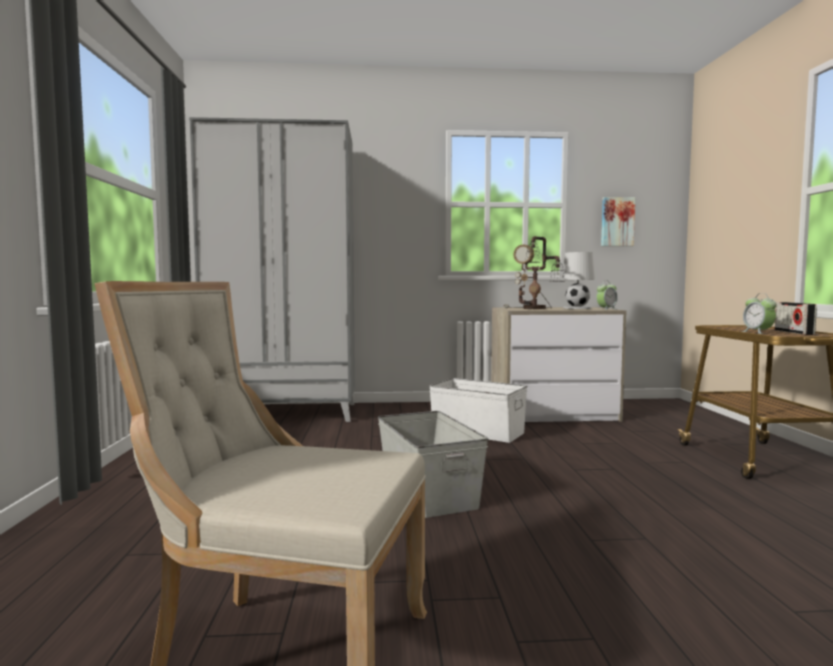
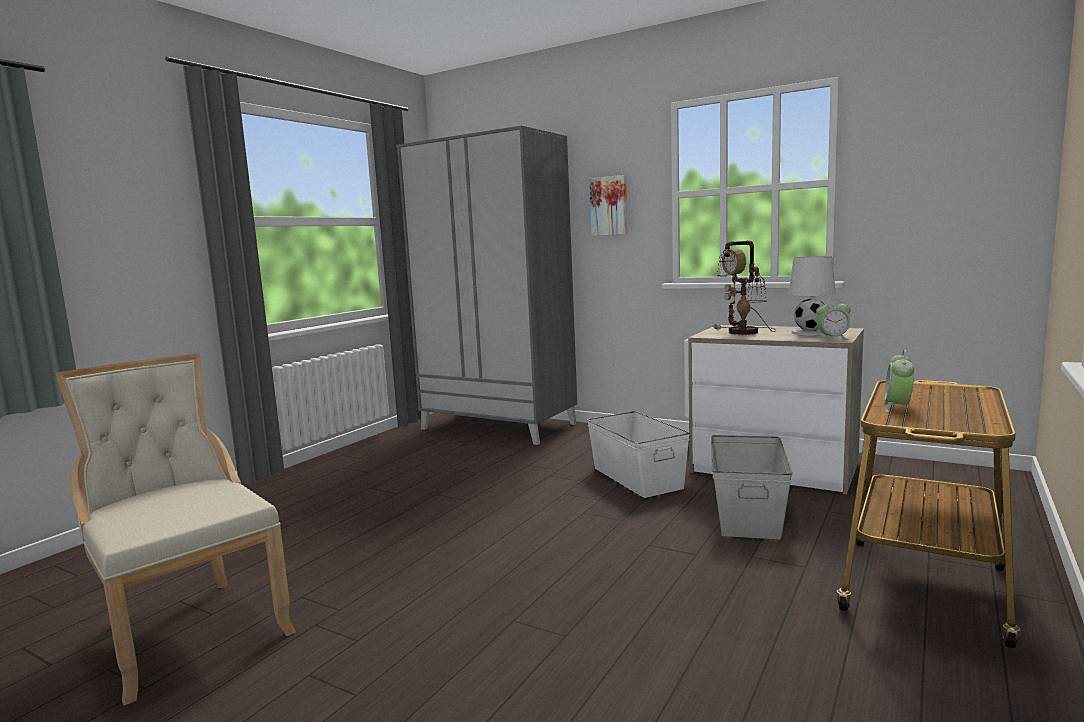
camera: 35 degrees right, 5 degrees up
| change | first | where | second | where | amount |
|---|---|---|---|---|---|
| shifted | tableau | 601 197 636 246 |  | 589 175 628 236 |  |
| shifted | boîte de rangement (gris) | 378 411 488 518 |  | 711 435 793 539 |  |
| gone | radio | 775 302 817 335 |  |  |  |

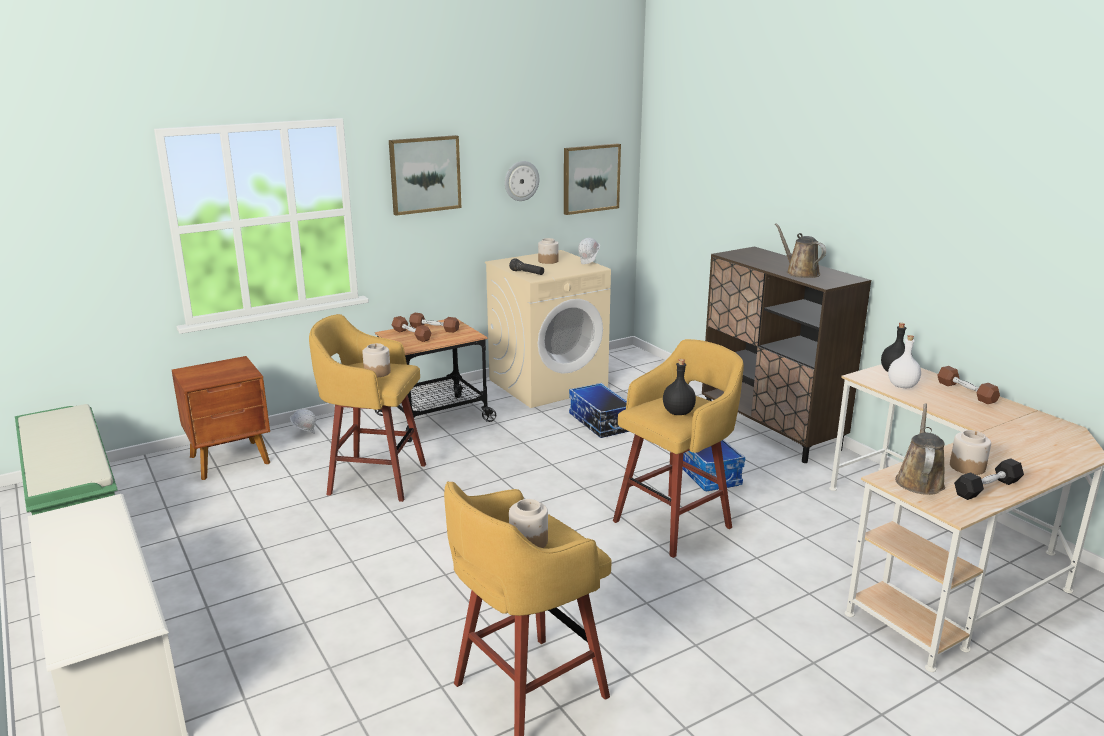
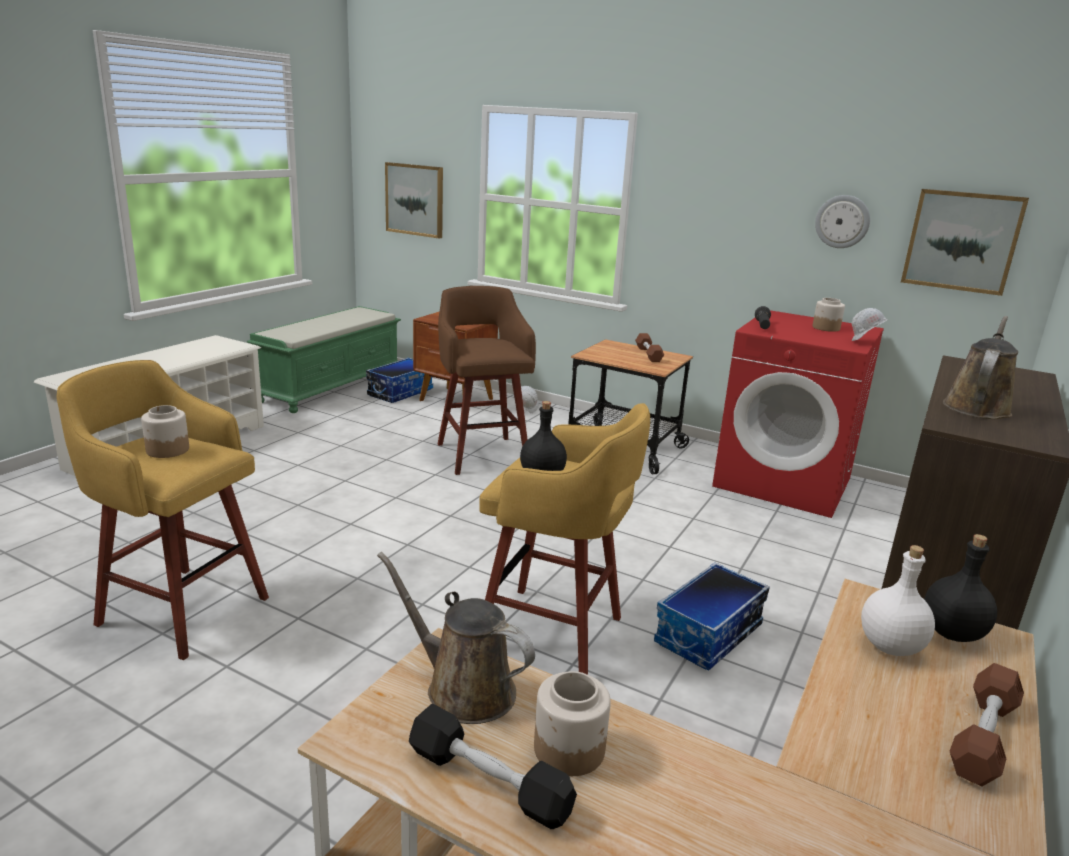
camera: 60 degrees right, 0 degrees up
| change | first | where | second | where | amount |
|---|---|---|---|---|---|
| shifted | boîte de rangement | 569 383 629 438 |  | 366 358 433 403 |  |
| rotated | arrosoir (marron) | 895 403 945 495 |  | 377 552 535 724 | 135 degrees counterclockwise |
| shifted | tableau | 389 135 461 216 |  | 385 162 443 238 |  |
| repainted | tabouret (jaune) | 309 314 426 502 | tabouret (marron) | 438 286 536 475 |  |
| repainted | lave-linge (beige) | 485 250 611 408 | lave-linge (rouge) | 712 310 884 518 |  |
| gone | bocal | 362 343 391 377 |  |  |  |
| gone | haltère (marron) | 392 316 431 342 |  |  |  |

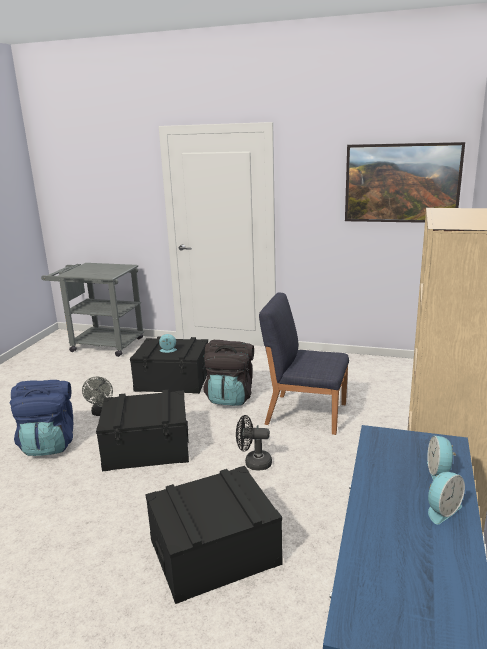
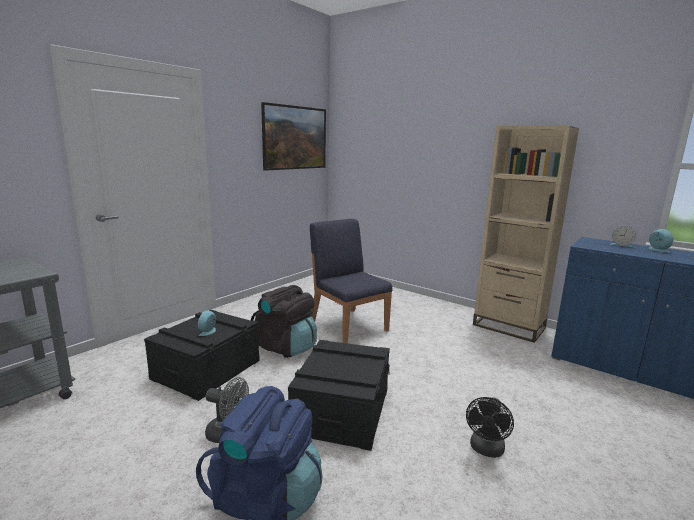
camera: 70 degrees left, 5 degrees down
| change | first | where | second | where | amount |
|---|---|---|---|---|---|
| rotated | chaise (bleu) | 259 292 349 435 |  | 310 219 392 343 | 105 degrees clockwise |
| shifted | ventilateur (noir) | 236 415 272 470 |  | 466 397 514 458 |  |
| gone | boîte de rangement (noir) | 145 466 283 604 |  |  |  |

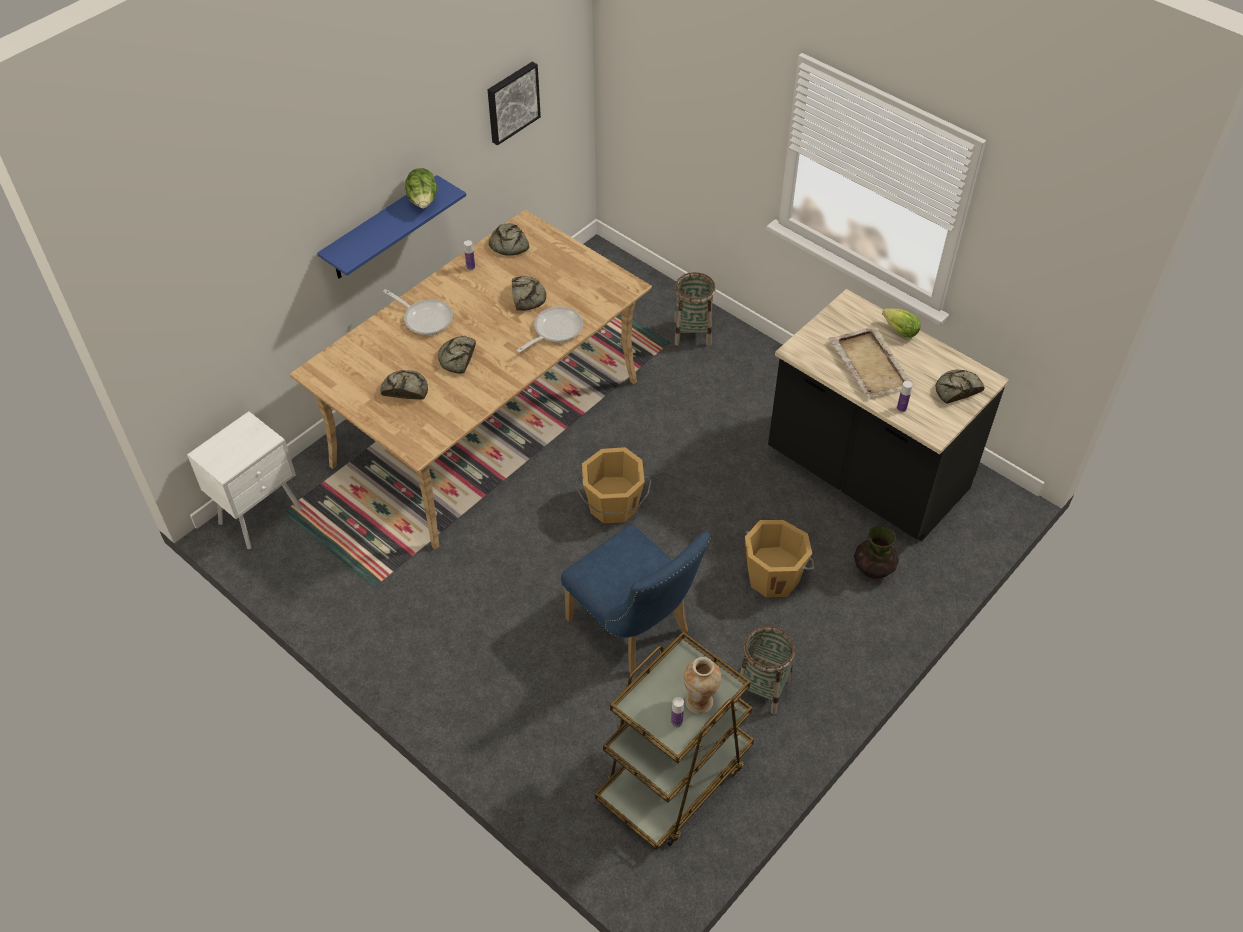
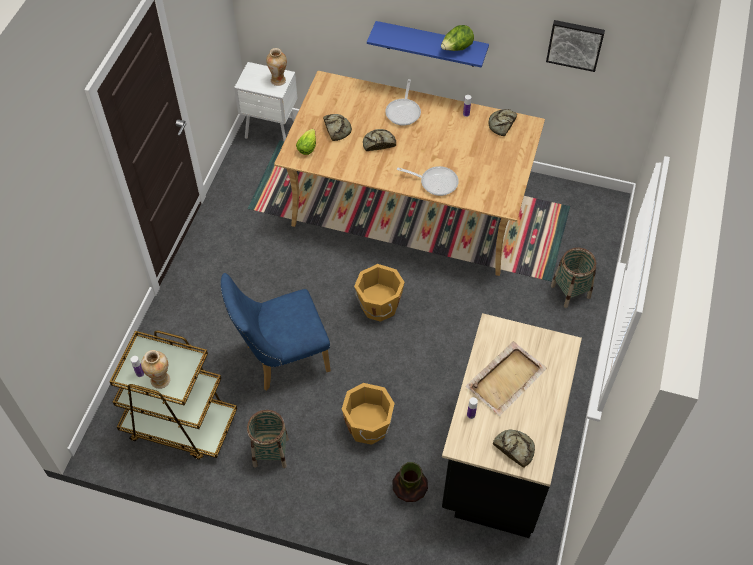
camera: 65 degrees right, 5 degrees up
| change | first | where | second | where | amount |
|---|---|---|---|---|---|
| rotated | chaise (bleu) | 561 525 710 675 |  | 221 273 331 391 | 45 degrees clockwise |
| new |  |  | vase | 266 48 287 86 |  |
| shifted | laitue | 882 308 921 338 |  | 296 129 316 155 |  |
| gone | pain | 512 276 546 311 |  |  |  |

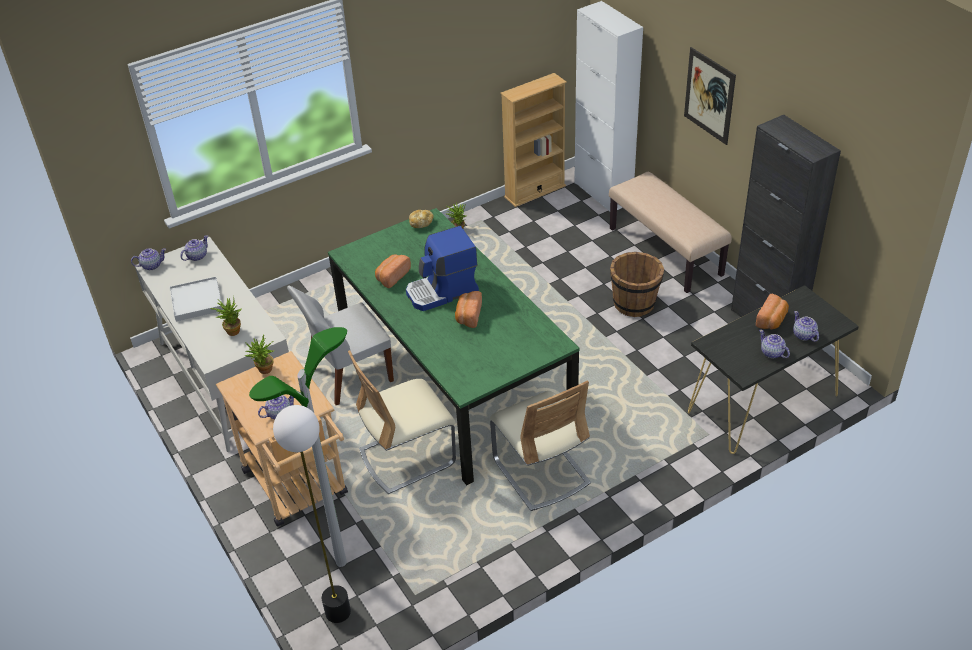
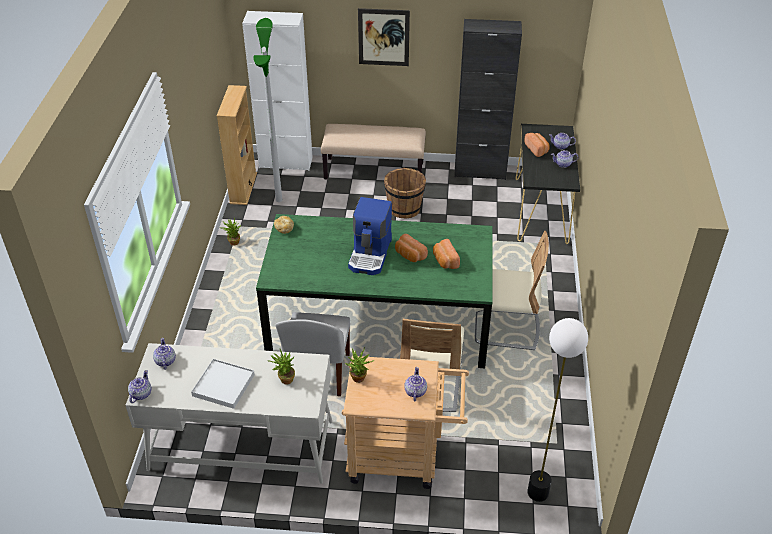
camera: 55 degrees left, 0 degrees up
| change | first | where | second | where | amount |
|---|---|---|---|---|---|
| shifted | lampadaire | 249 327 347 567 |  | 253 18 282 202 |  |
| shifted | pain | 375 255 411 288 |  | 433 239 460 269 |  |

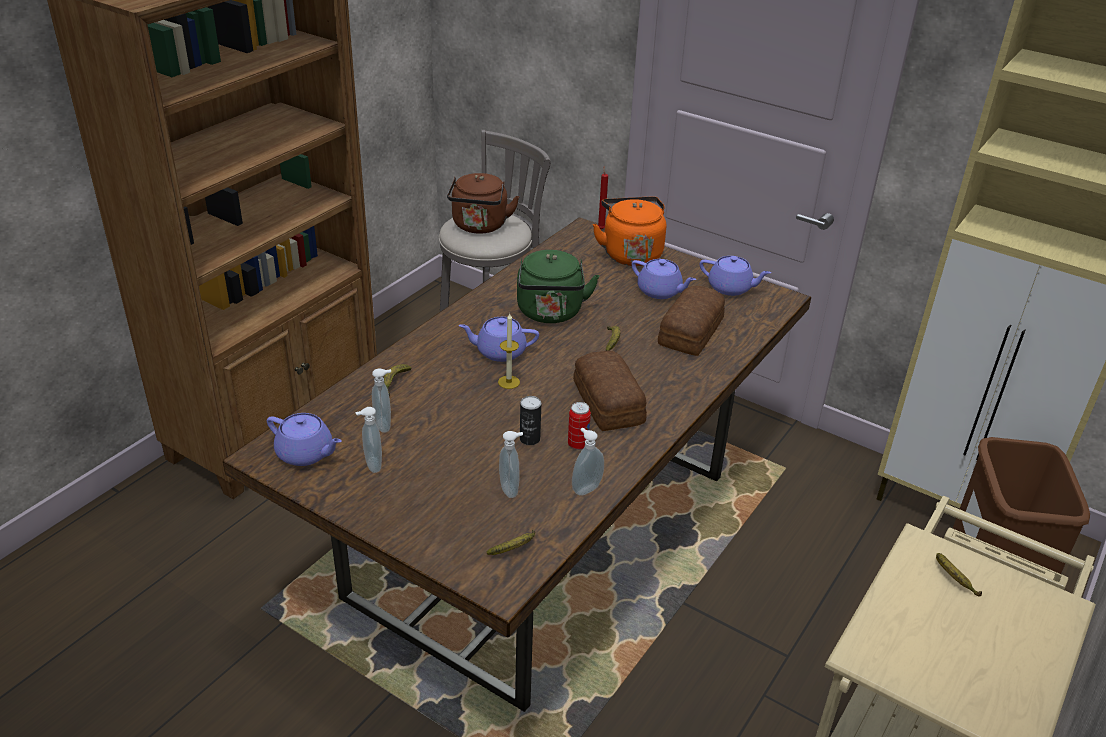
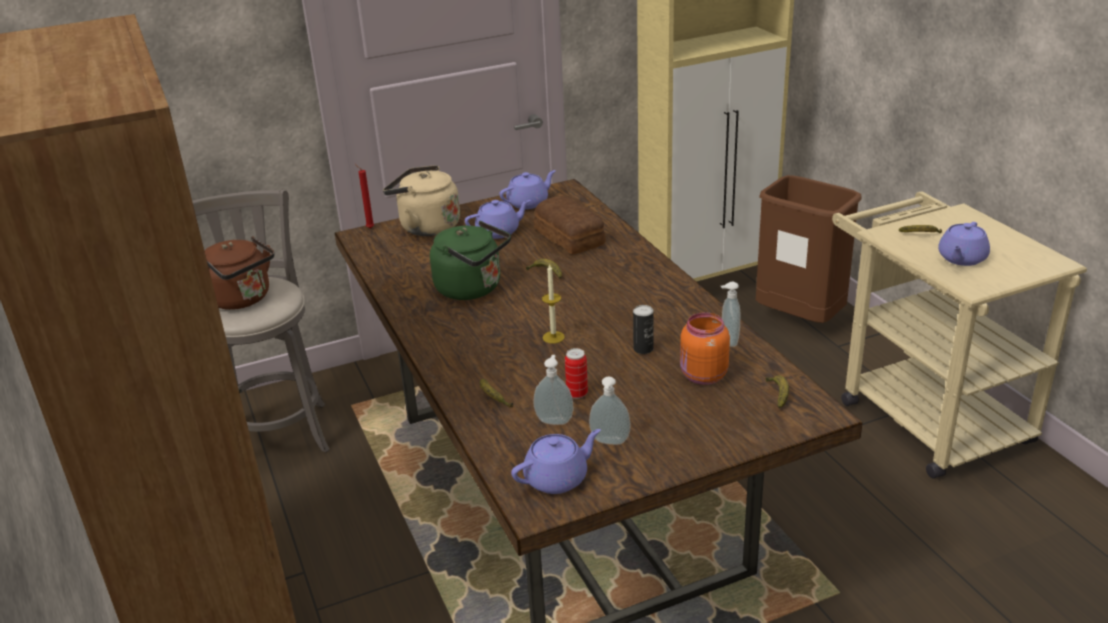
camera: 55 degrees left, 5 degrees down
| change | first | where | second | where | amount |
|---|---|---|---|---|---|
| repainted | bouilloire (orange) | 593 197 666 266 | bouilloire (beige) | 383 165 460 236 |  |
| shifted | boîte métallique | 568 402 591 450 |  | 565 348 588 399 |  |
| swapped | distributeur de savon | 499 431 523 498 | bocal (orange) | 680 312 730 385 |  |
| shifted | théière (violet) | 458 317 539 362 |  | 938 222 990 266 |  |
| gone | pain | 573 351 647 431 |  |  |  |

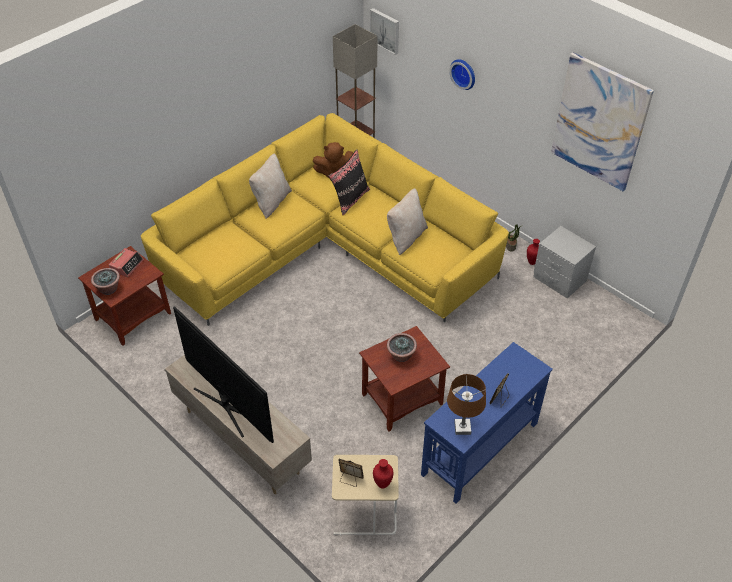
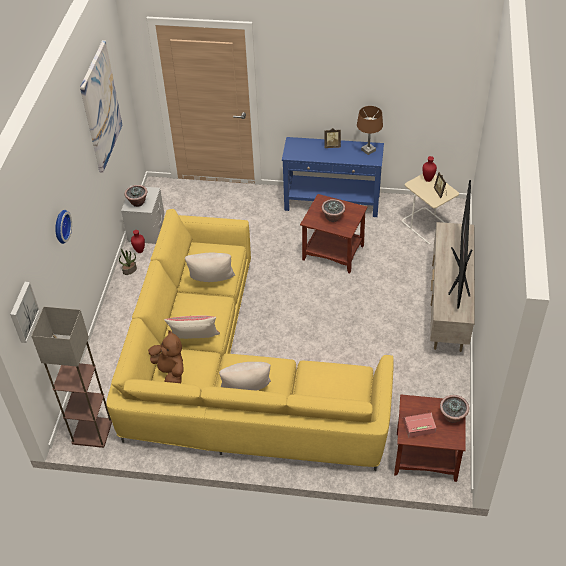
camera: 125 degrees left, 0 degrees up
| change | first | where | second | where | amount |
|---|---|---|---|---|---|
| new |  |  | plante en pot | 125 185 147 207 |  |
| repainted | coussin (noir) | 328 150 370 216 | coussin (beige) | 164 315 220 339 |  |

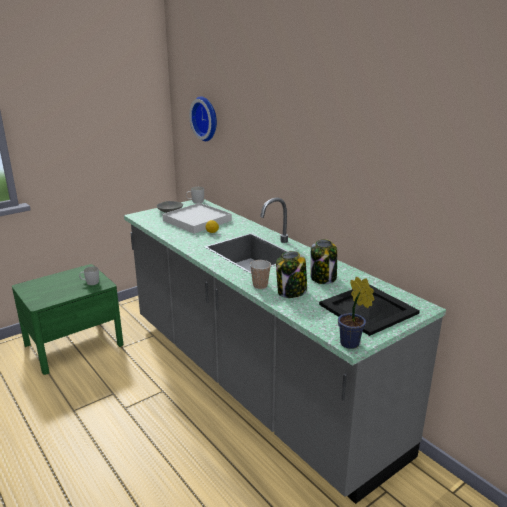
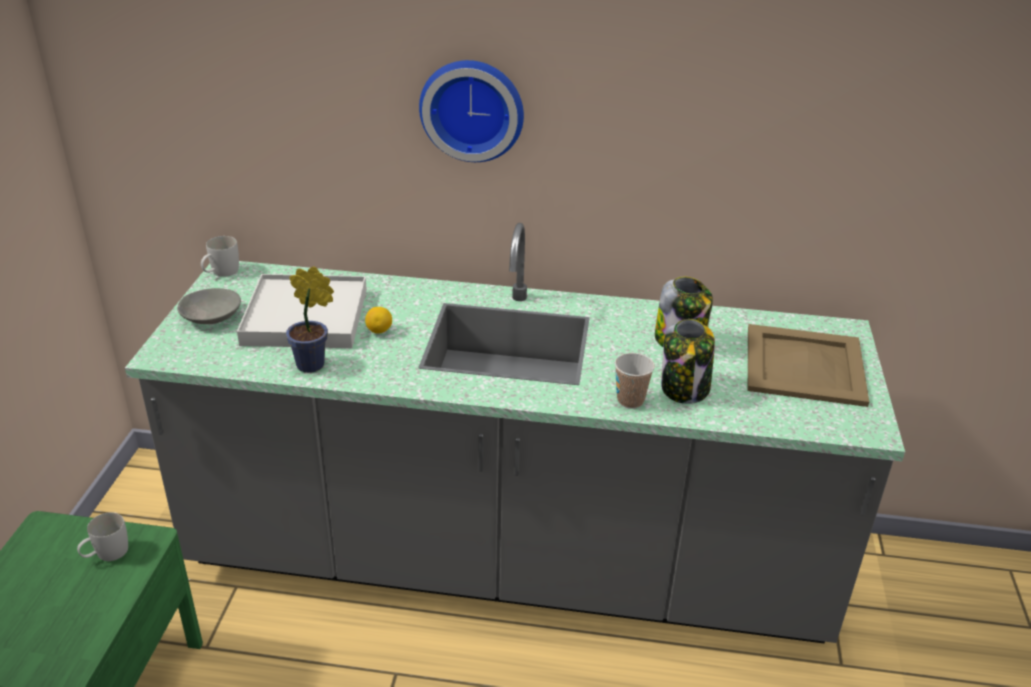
camera: 45 degrees left, 10 degrees up
| change | first | where | second | where | amount |
|---|---|---|---|---|---|
| shifted | plante en pot | 338 277 375 349 |  | 286 266 334 373 |  |
| shifted | horloge murale | 189 96 217 141 |  | 419 60 524 162 |  |
| repainted | plateau (noir) | 319 285 420 336 | plateau (beige) | 748 324 869 407 |  |

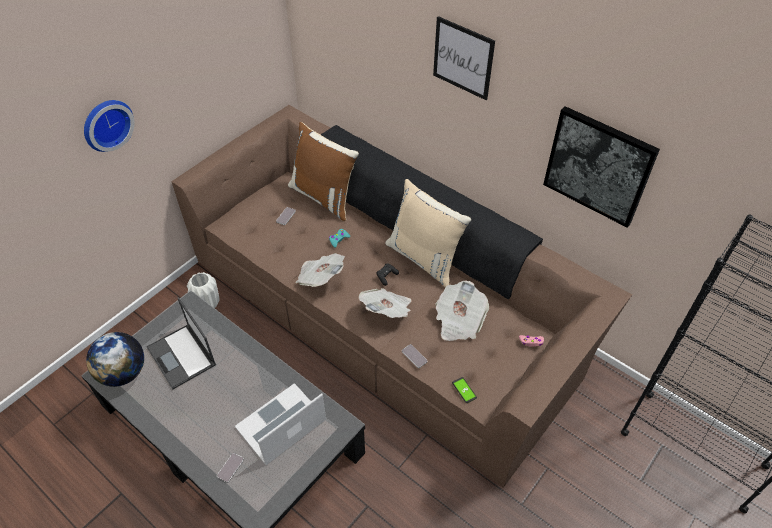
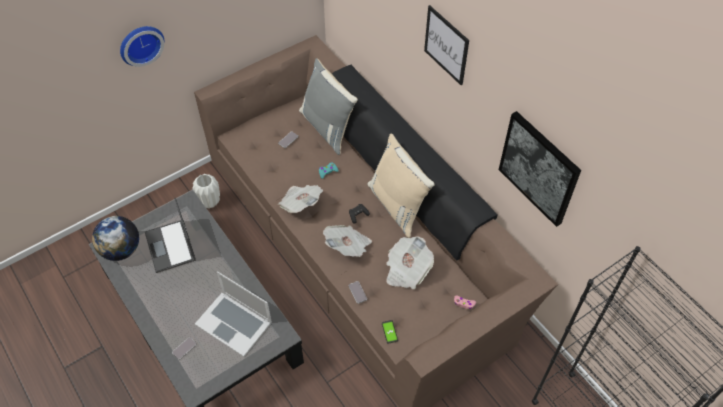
camera: 15 degrees right, 5 degrees up
| change | first | where | second | where | amount |
|---|---|---|---|---|---|
| rotated | ordinateur portable | 235 383 326 465 |  | 195 271 272 357 | 120 degrees counterclockwise |
| repainted | coussin (marron) | 288 122 359 221 | coussin (gris) | 299 58 358 155 |  |

